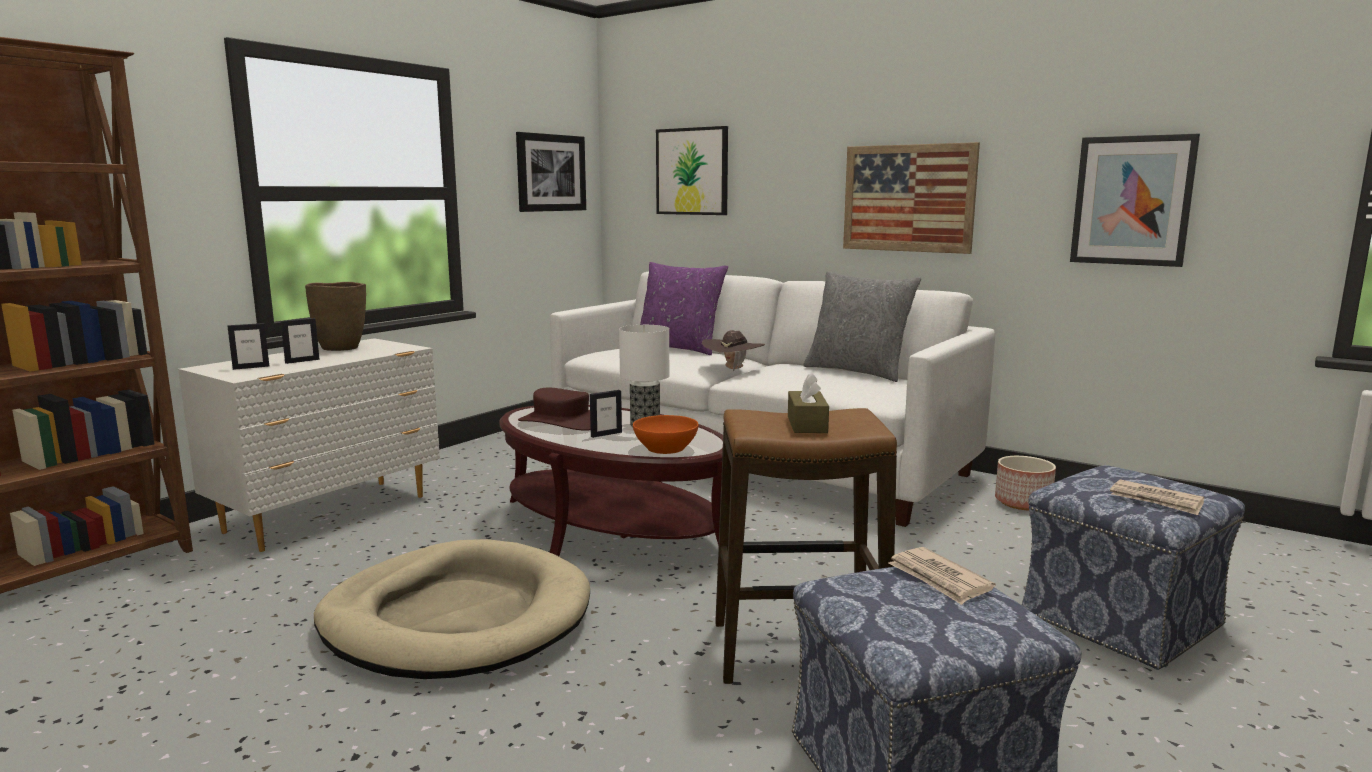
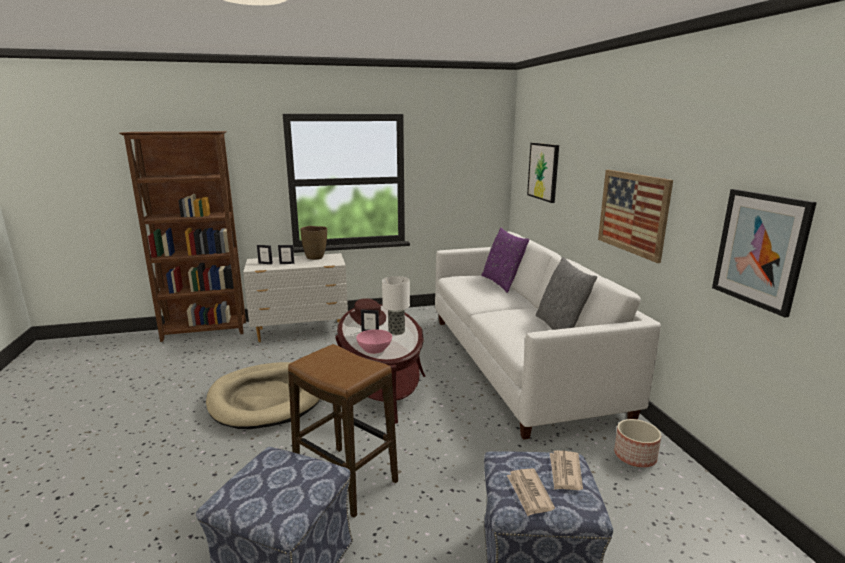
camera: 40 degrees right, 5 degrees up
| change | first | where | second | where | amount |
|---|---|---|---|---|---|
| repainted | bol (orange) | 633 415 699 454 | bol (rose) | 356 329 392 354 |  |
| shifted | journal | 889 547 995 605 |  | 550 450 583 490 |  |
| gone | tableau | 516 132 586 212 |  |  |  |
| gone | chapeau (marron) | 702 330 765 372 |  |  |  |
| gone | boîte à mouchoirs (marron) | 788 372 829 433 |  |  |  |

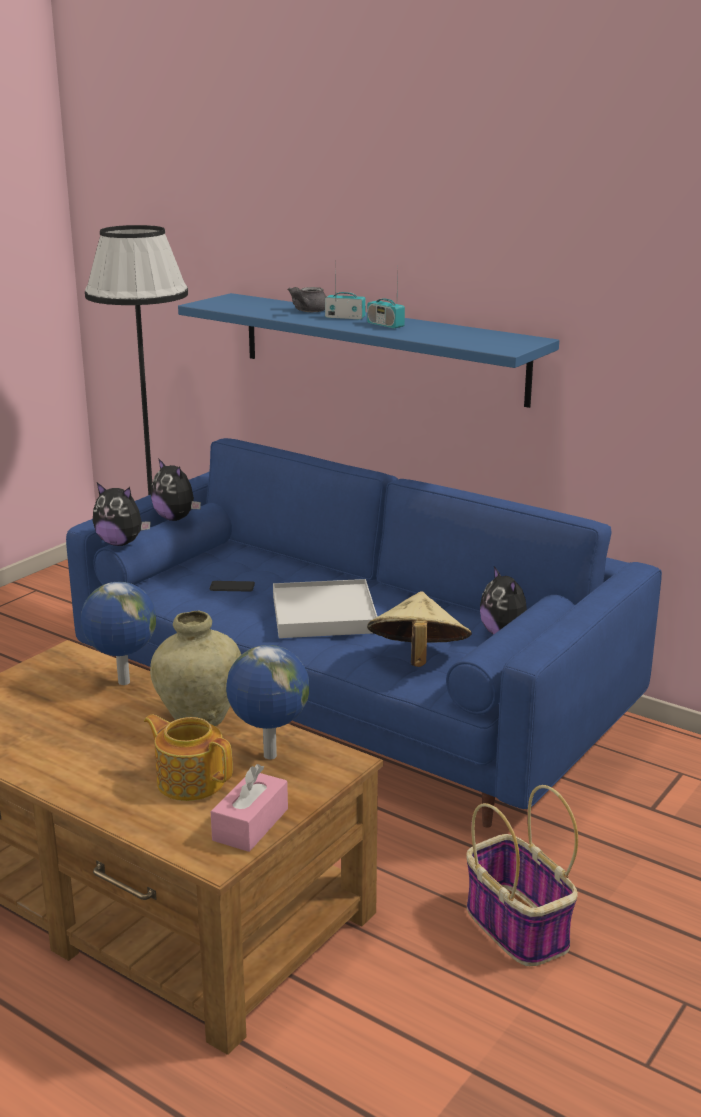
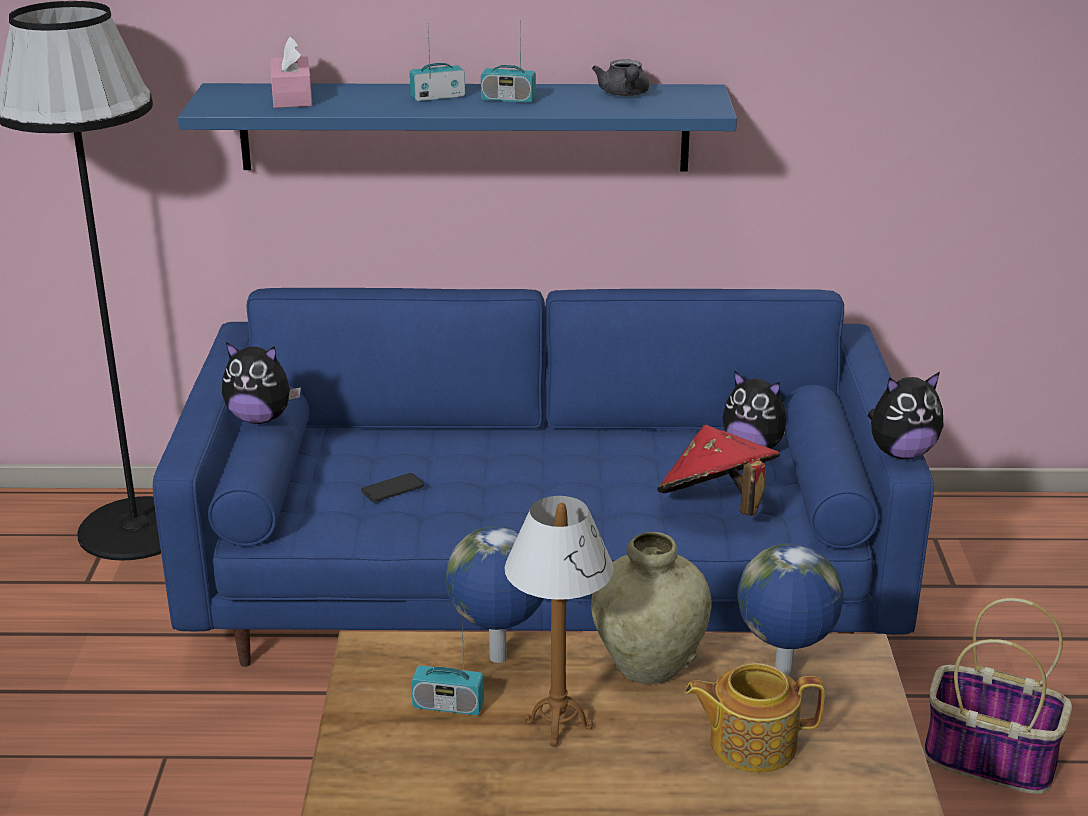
camera: 35 degrees left, 5 degrees up
| change | first | where | second | where | amount |
|---|---|---|---|---|---|
| shifted | boîte à mouchoirs (rose) | 211 764 288 852 |  | 270 36 312 108 |  |
| new |  |  | radio | 411 626 484 715 |  |
| new |  |  | lampe de table | 504 496 614 746 |  |
| shifted | théière (gris) | 287 287 327 312 |  | 592 59 649 96 |  |
| repainted | chapeau (beige) | 367 591 472 667 | chapeau (rouge) | 657 425 780 516 |  |
| shifted | peluche | 93 483 151 546 |  | 867 372 943 459 |  |
| gone | plateau (blanc) | 273 579 378 638 |  |  |  |

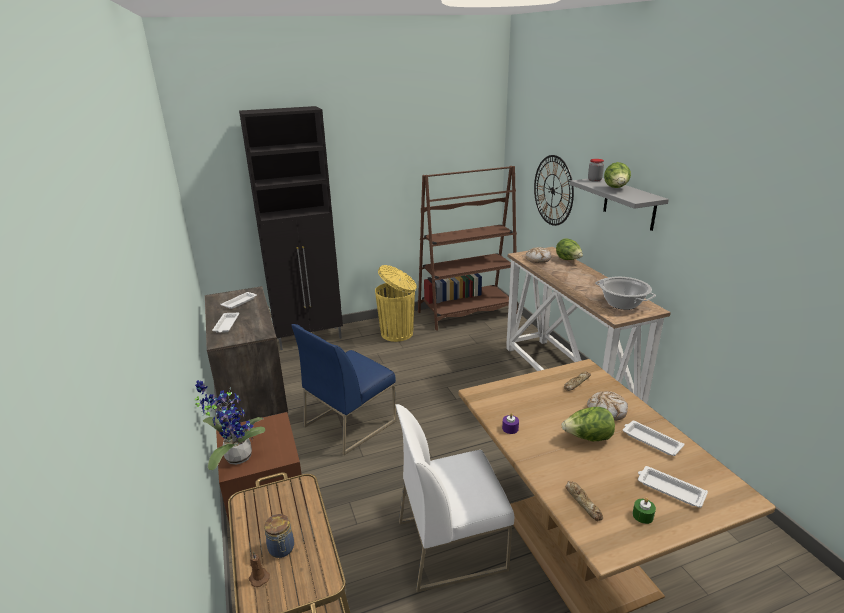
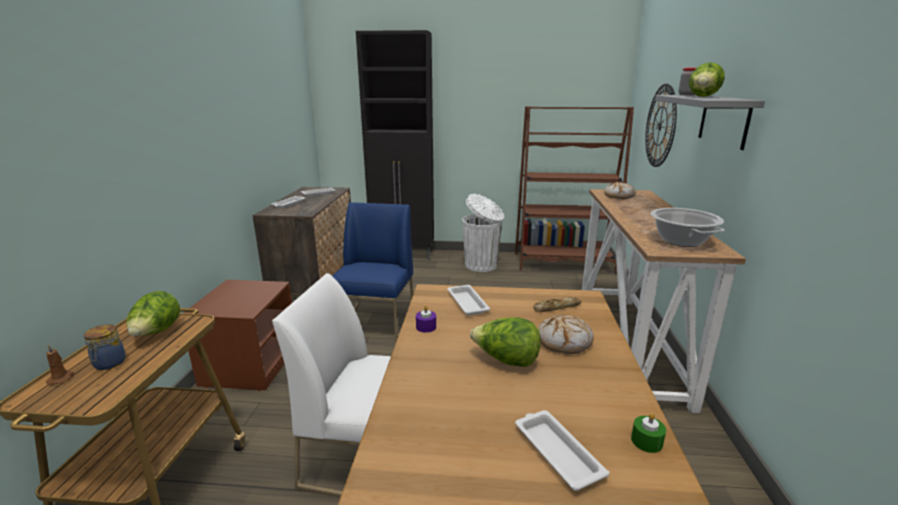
camera: 25 degrees right, 5 degrees down
| change | first | where | second | where | amount |
|---|---|---|---|---|---|
| shifted | laitue | 556 238 583 260 |  | 126 291 180 336 |  |
| rotated | chaise (bleu) | 291 324 397 455 |  | 332 202 413 343 | 120 degrees clockwise |
| shifted | plateau (blanc) | 623 421 684 456 |  | 447 285 490 315 |  |
| repainted | poubelle (jaune) | 375 265 417 342 | poubelle (blanc) | 462 194 504 272 |  |
| shifted | bougie (vert) | 633 498 656 524 |  | 631 413 666 453 |  |
| gone | plante en pot | 195 380 265 470 |  |  |  |
| gone | pain | 565 481 603 521 |  |  |  |

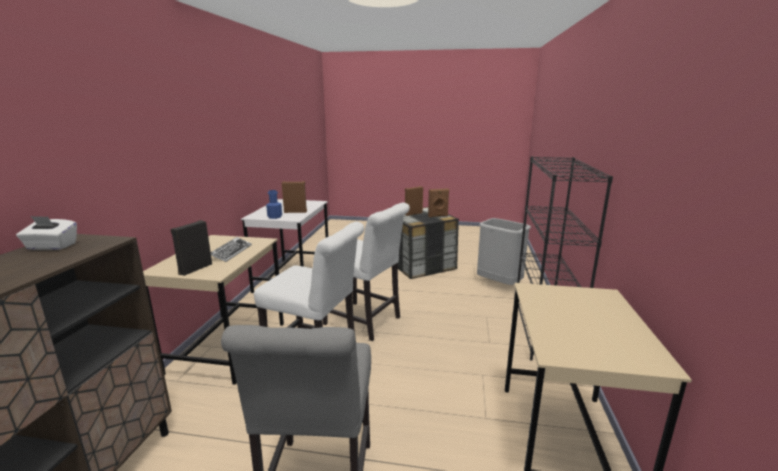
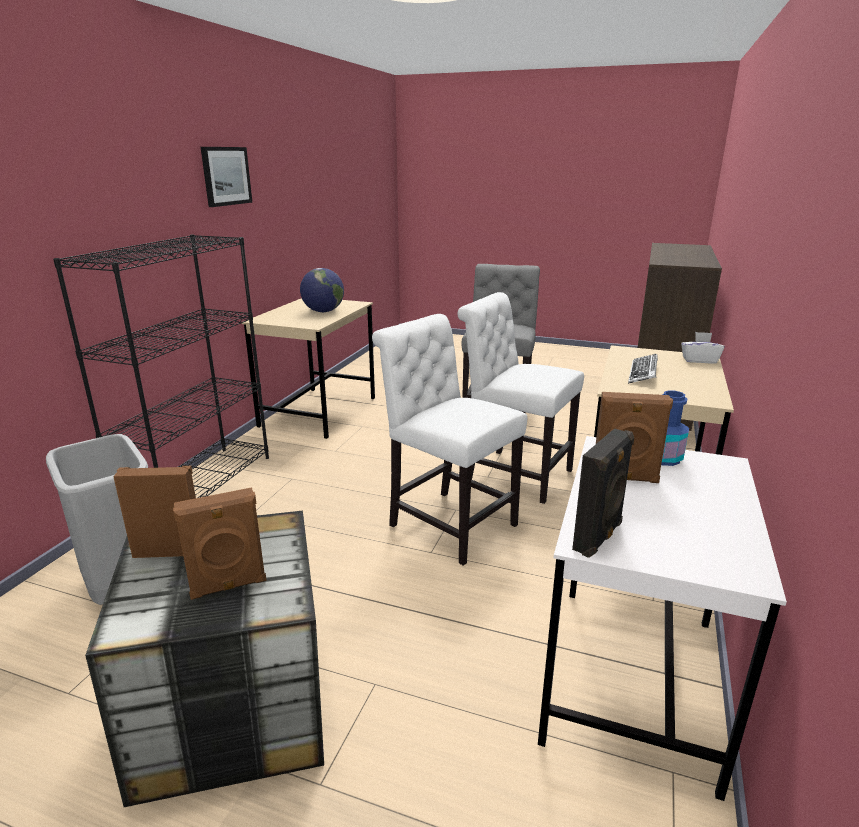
camera: 170 degrees left, 5 degrees up
| change | first | where | second | where | amount |
|---|---|---|---|---|---|
| new |  |  | tableau | 201 147 252 207 |  |
| new |  |  | globe | 300 268 344 312 |  |
| shifted | enceinte (noir) | 171 220 212 276 |  | 572 428 634 558 |  |
| shifted | boîte à mouchoirs (blanc) | 16 216 77 250 |  | 681 332 725 364 |  |

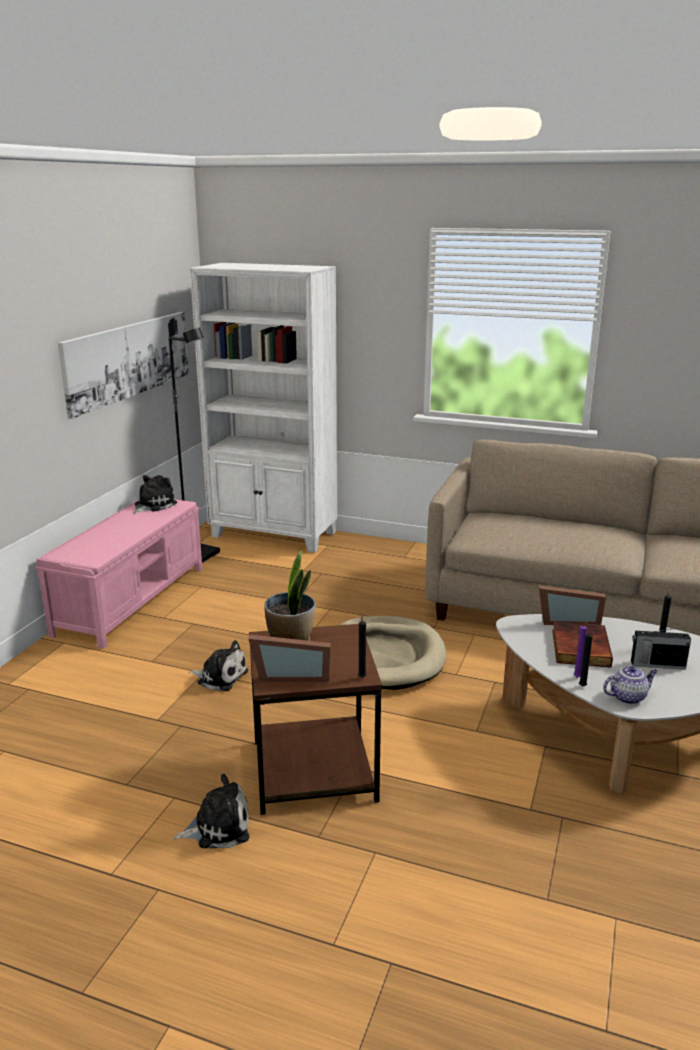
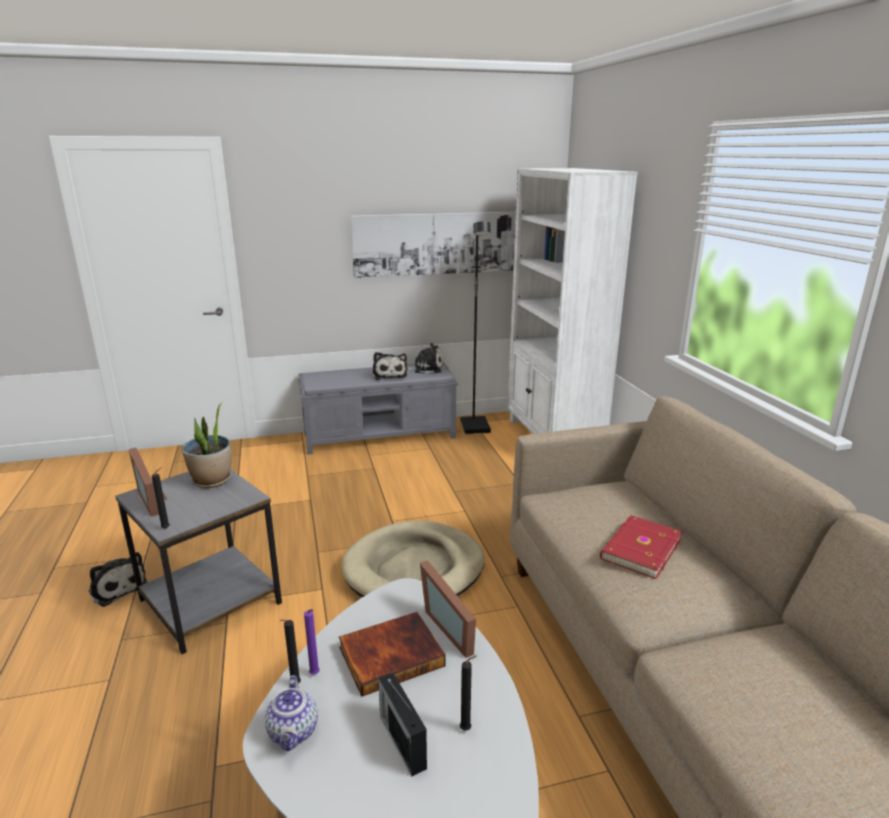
camera: 55 degrees right, 0 degrees up
| change | first | where | second | where | amount |
|---|---|---|---|---|---|
| repainted | table d'appoint (marron) | 249 624 382 815 | table d'appoint (gris) | 115 469 282 654 |  |
| rotated | théière | 603 666 658 704 |  | 265 675 318 751 | 45 degrees clockwise |
| repainted | banc (rose) | 35 499 202 649 | banc (gris) | 298 362 458 455 |  |
| shifted | peluche | 189 640 248 691 |  | 373 352 407 380 |  |
| new |  |  | livre (rouge) | 600 515 683 579 |  |

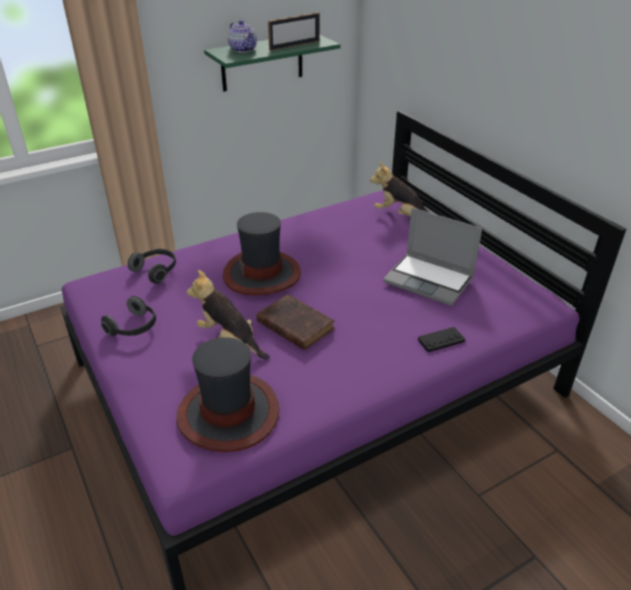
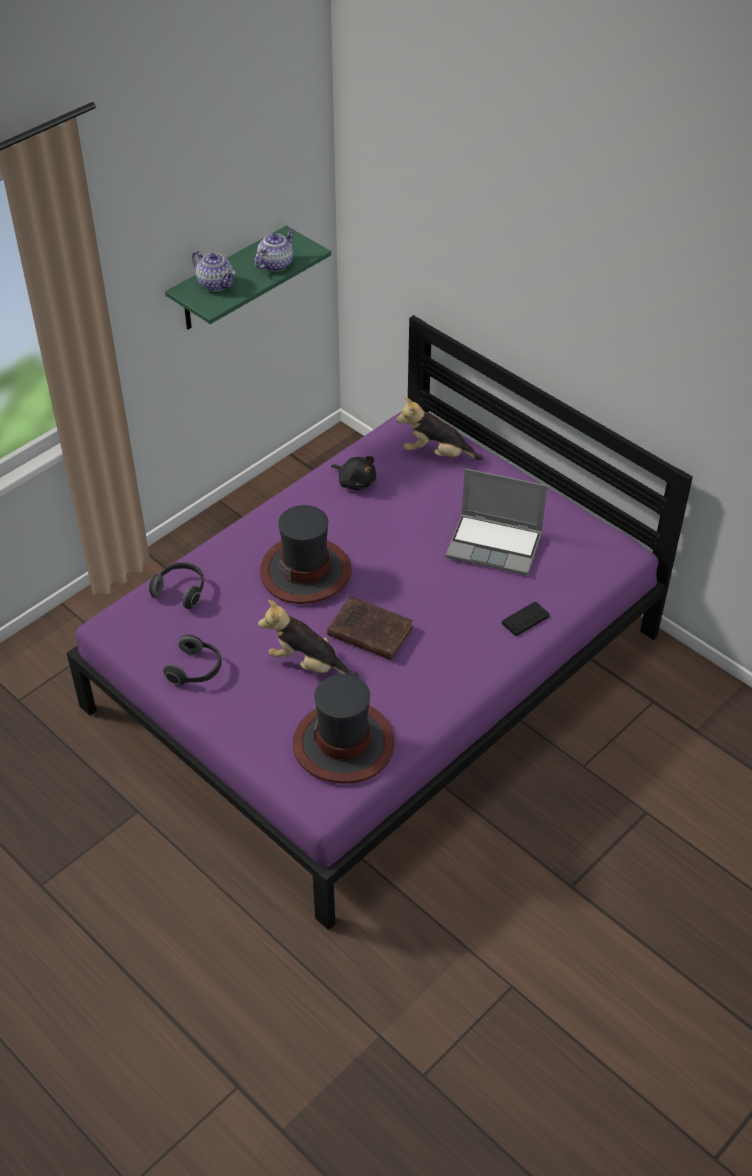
camera: 15 degrees left, 10 degrees up
| change | first | where | second | where | amount |
|---|---|---|---|---|---|
| swapped | cadre photo | 268 12 320 51 | théière | 254 229 295 272 |  |
| new |  |  | peluche (noir) | 331 456 376 490 |  |

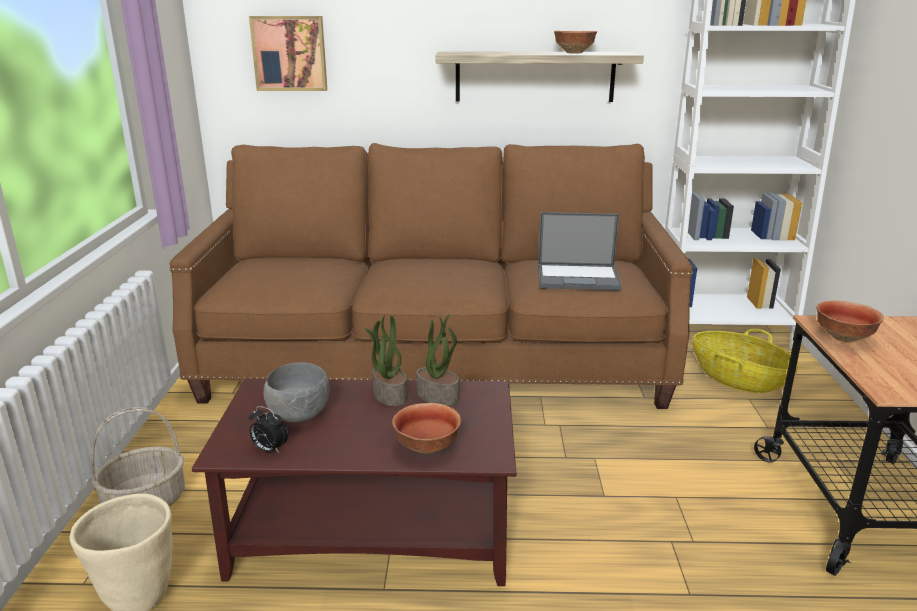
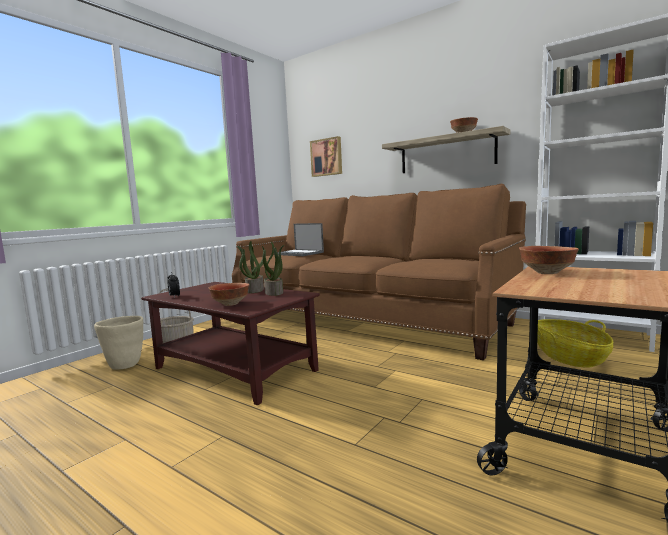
camera: 35 degrees right, 15 degrees down
| change | first | where | second | where | amount |
|---|---|---|---|---|---|
| shifted | ordinateur portable | 538 212 622 291 |  | 277 223 324 256 |  |
| gone | bol (gris) | 264 362 330 422 |  |  |  |

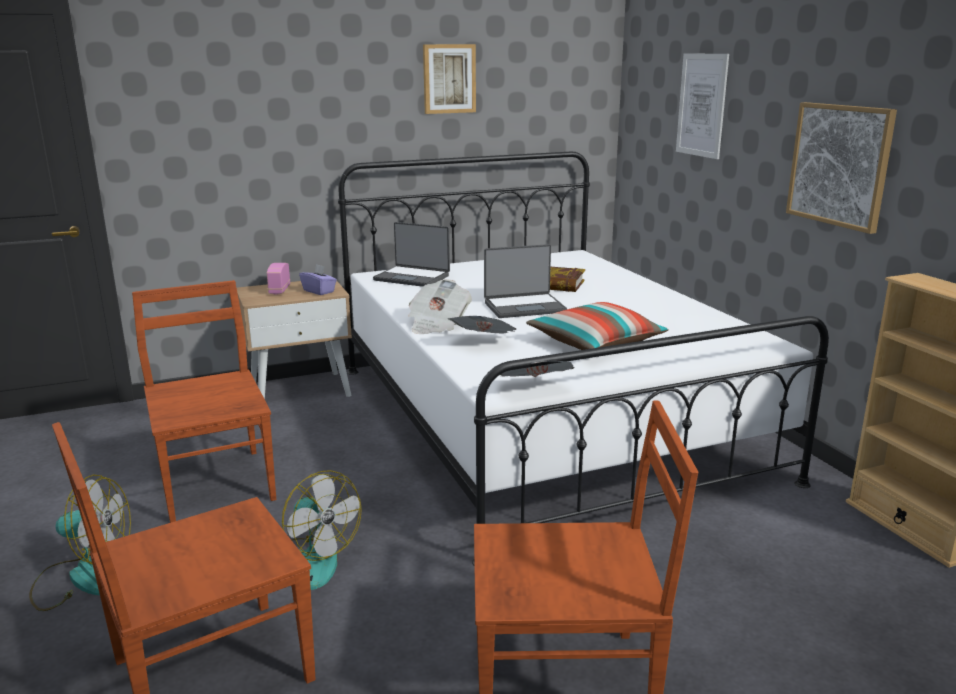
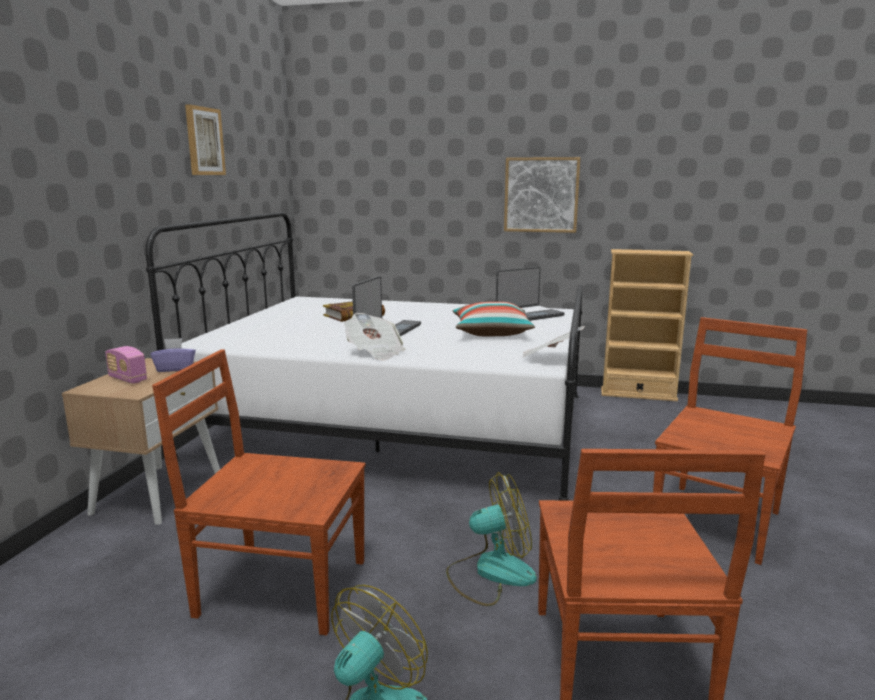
camera: 55 degrees left, 5 degrees down
| change | first | where | second | where | amount |
|---|---|---|---|---|---|
| shifted | ordinateur portable | 373 222 450 287 |  | 496 267 565 321 |  |
| gone | journal | 447 316 517 334 |  |  |  |
| gone | tableau | 676 54 729 159 |  |  |  |

